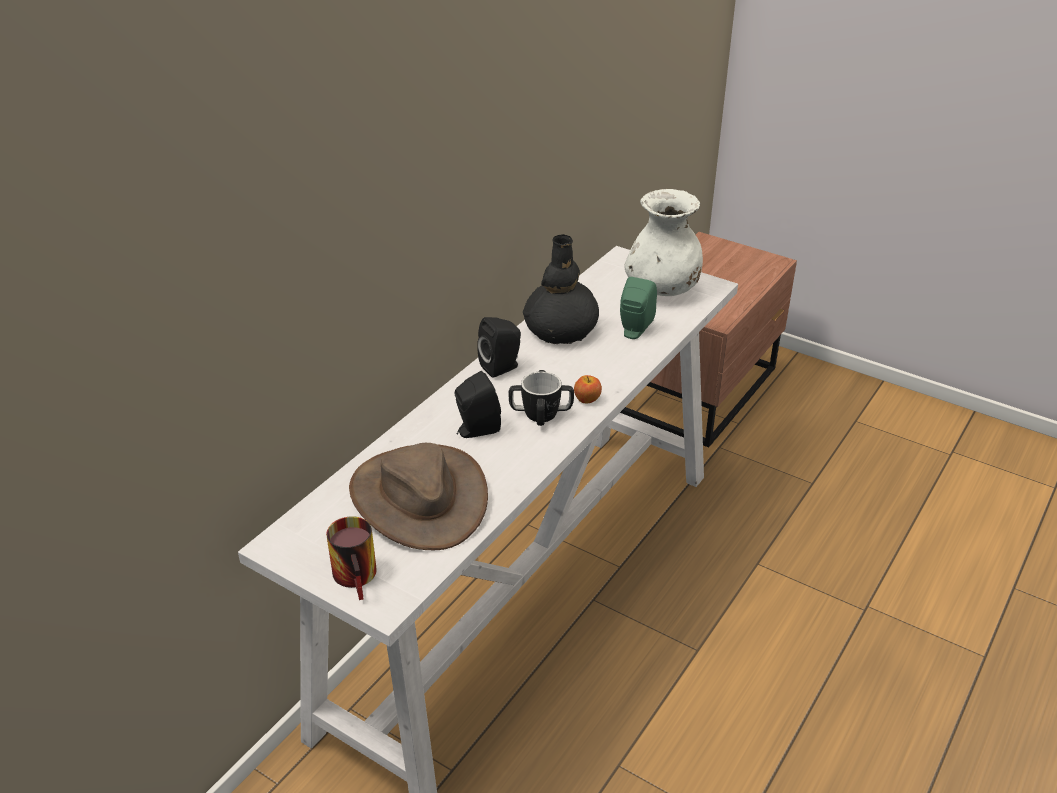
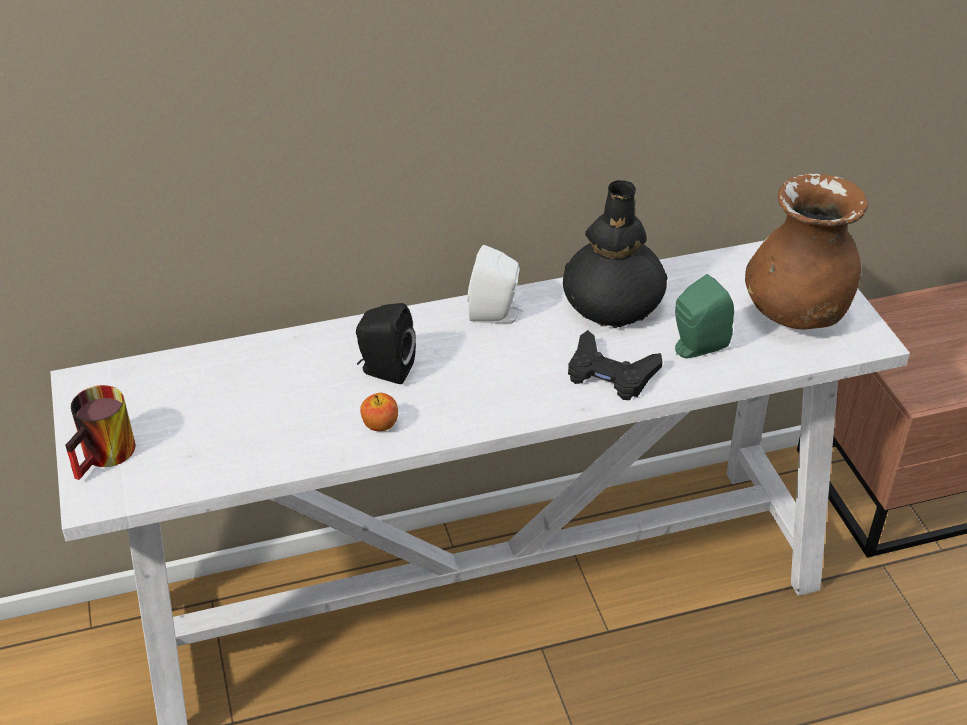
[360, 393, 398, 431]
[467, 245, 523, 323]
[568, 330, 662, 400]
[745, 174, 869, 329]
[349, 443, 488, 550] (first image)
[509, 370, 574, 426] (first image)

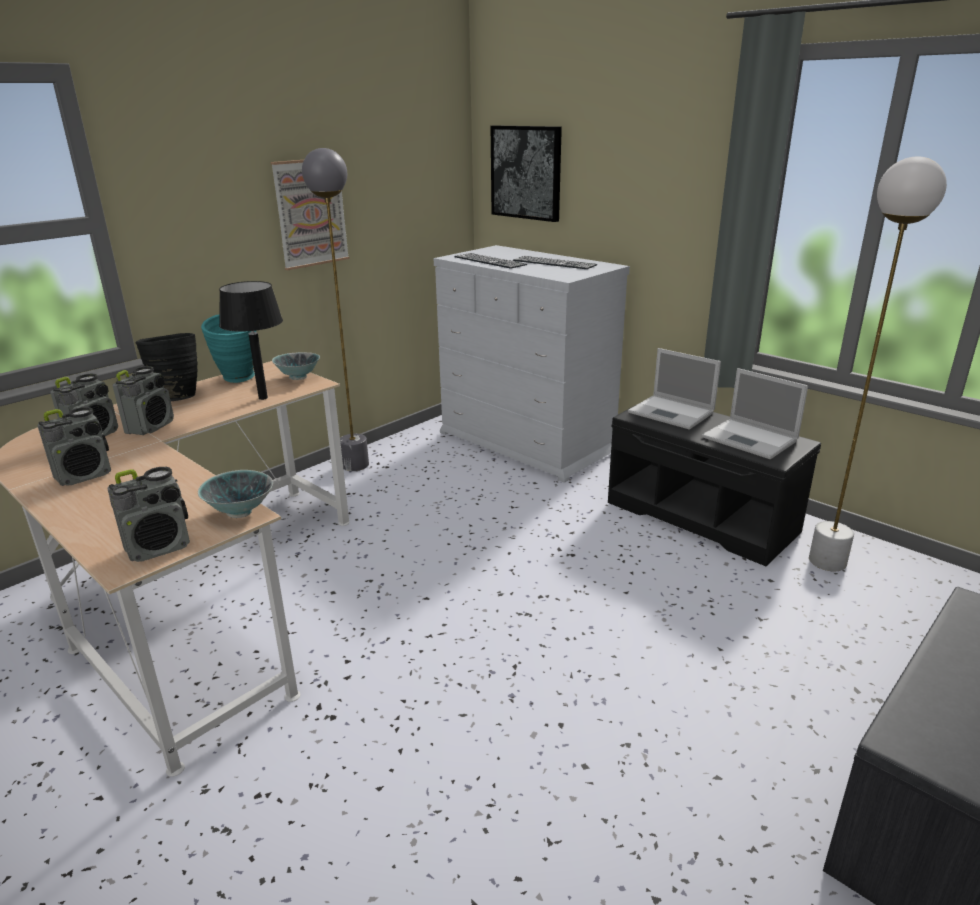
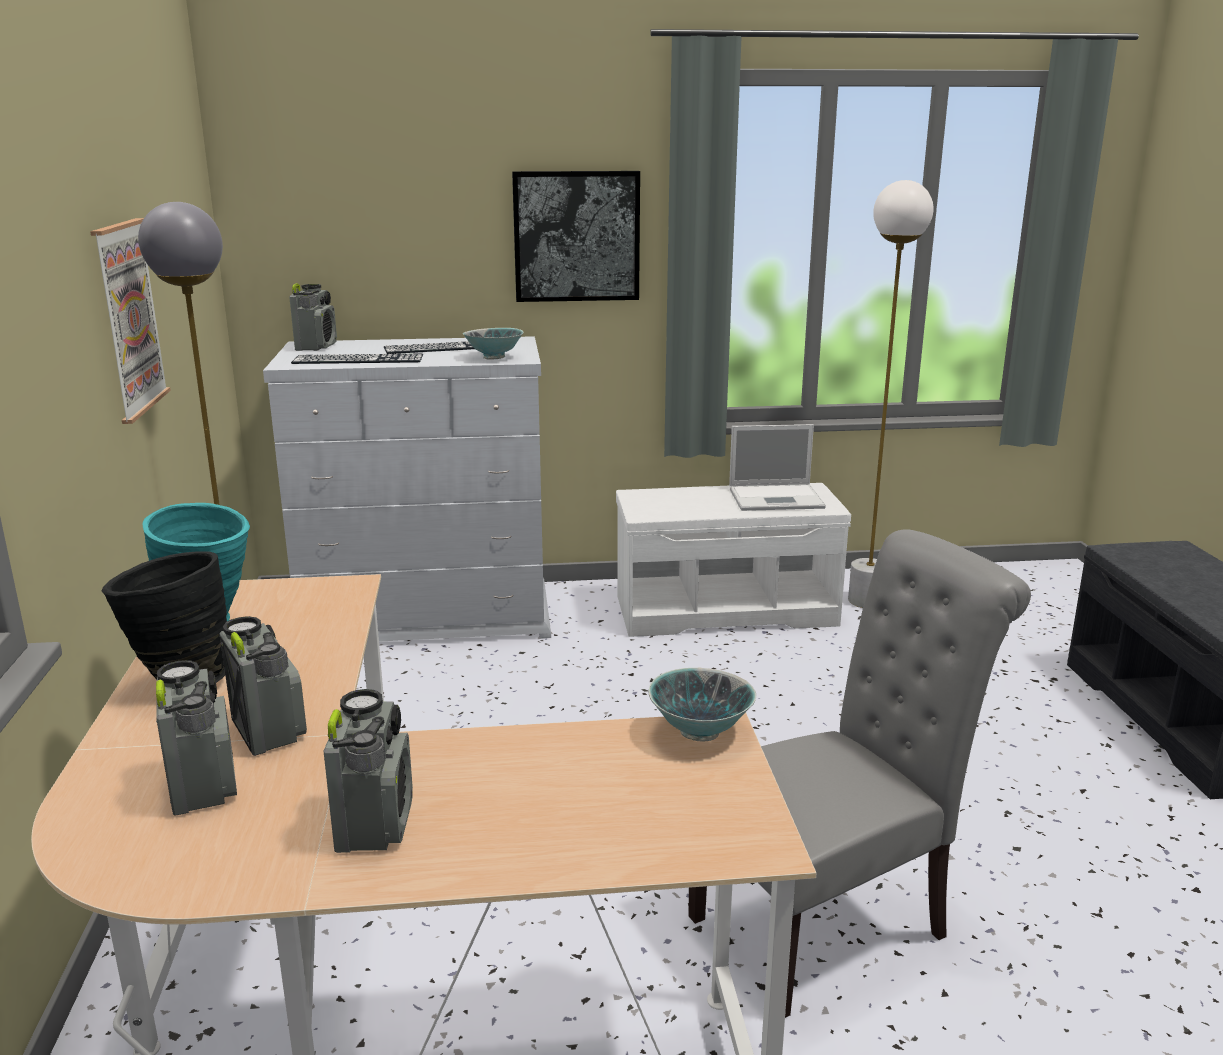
[289, 283, 337, 351]
[463, 328, 524, 360]
[512, 171, 640, 302]
[616, 483, 851, 637]
[689, 529, 1031, 1018]
[219, 281, 283, 400] (first image)
[628, 348, 721, 430] (first image)

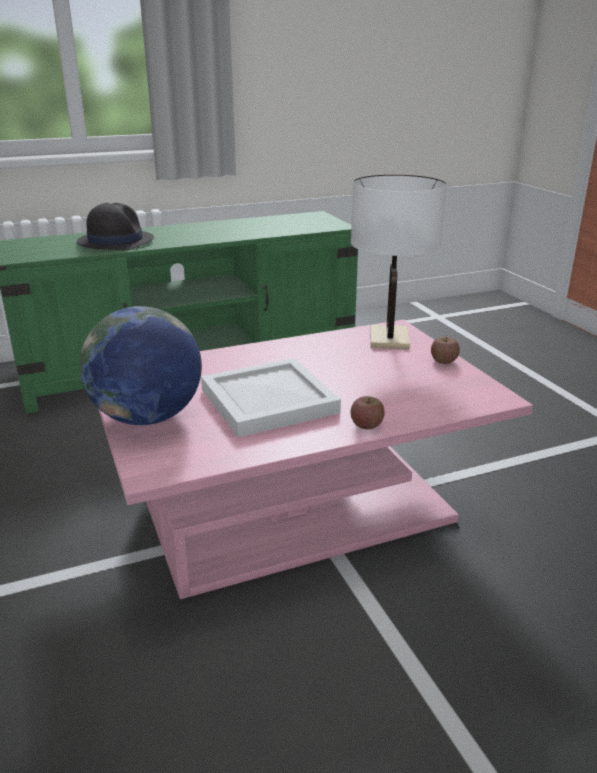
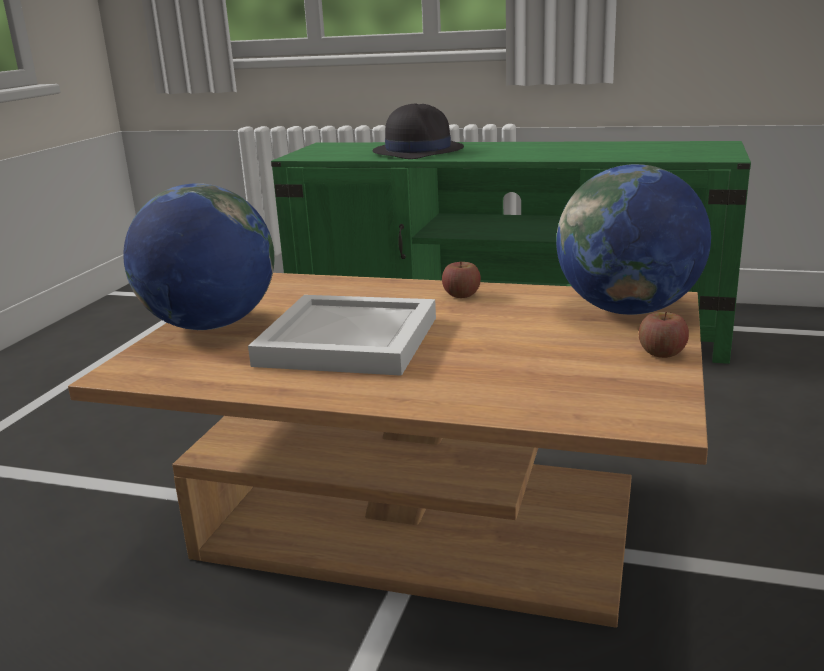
[68, 273, 708, 628]
[442, 261, 481, 298]
[556, 164, 711, 315]

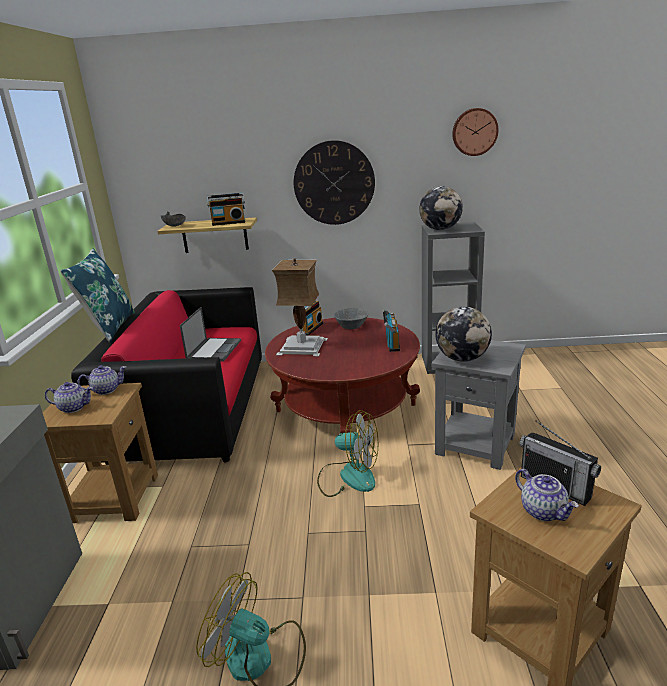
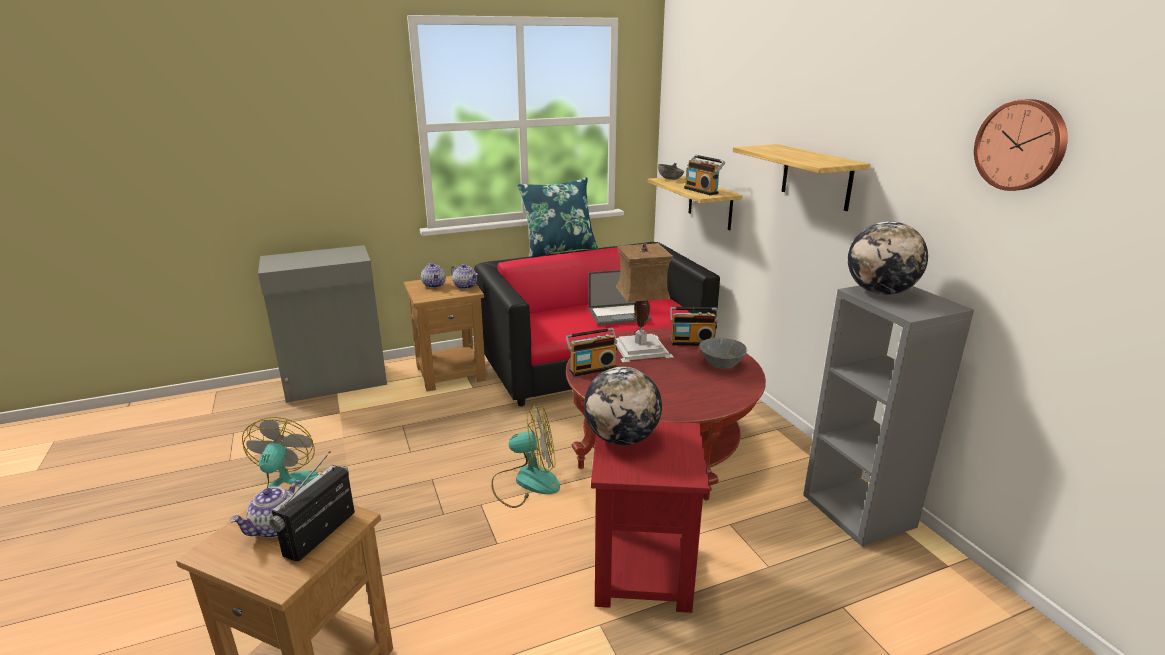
[491, 405, 560, 508]
[566, 328, 617, 376]
[591, 422, 710, 613]
[733, 144, 870, 211]

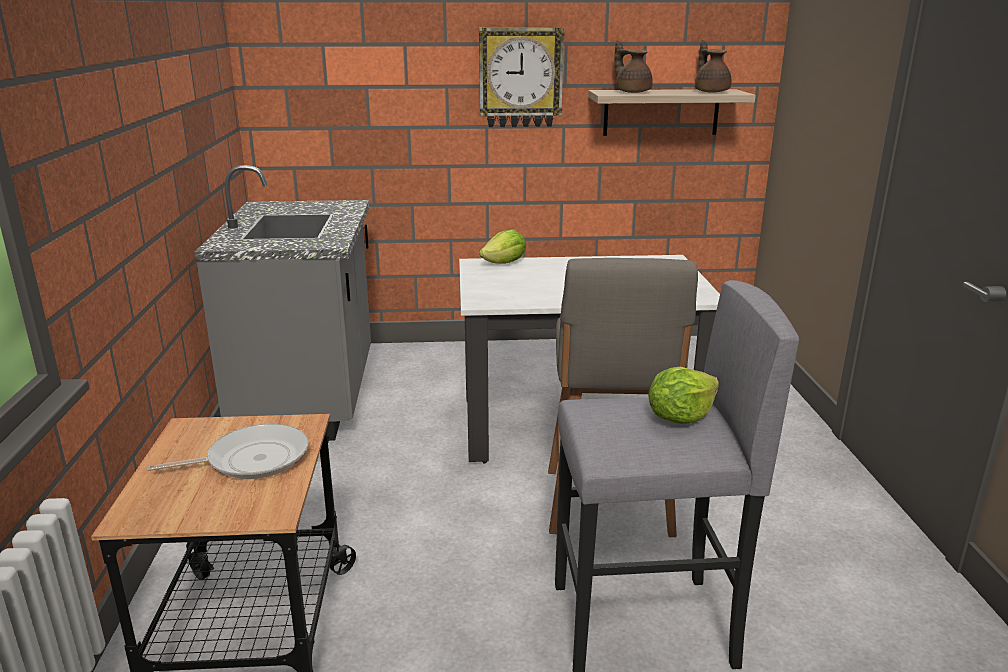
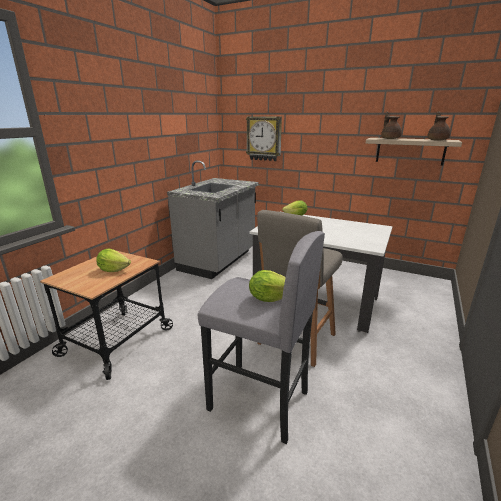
[96, 248, 131, 272]
[246, 116, 282, 161]

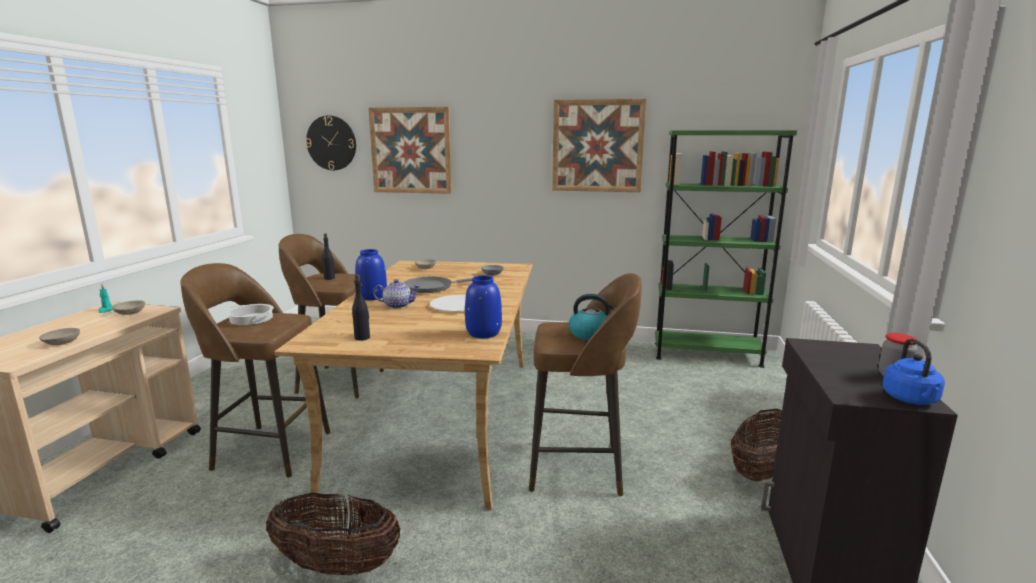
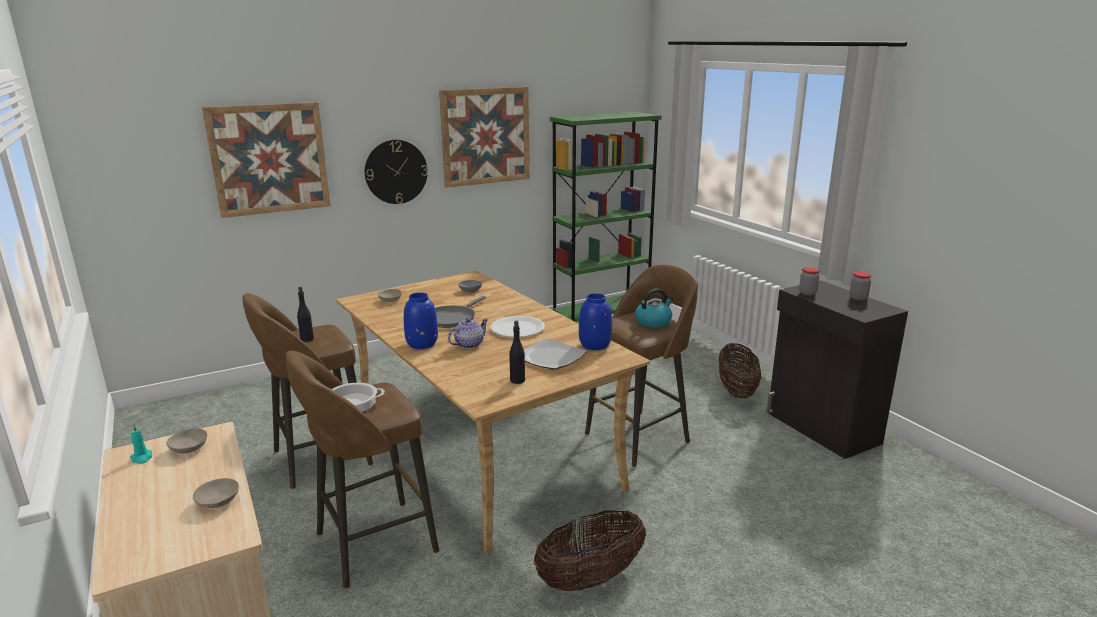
[365, 140, 428, 204]
[524, 338, 587, 370]
[799, 267, 819, 295]
[882, 338, 945, 405] (first image)

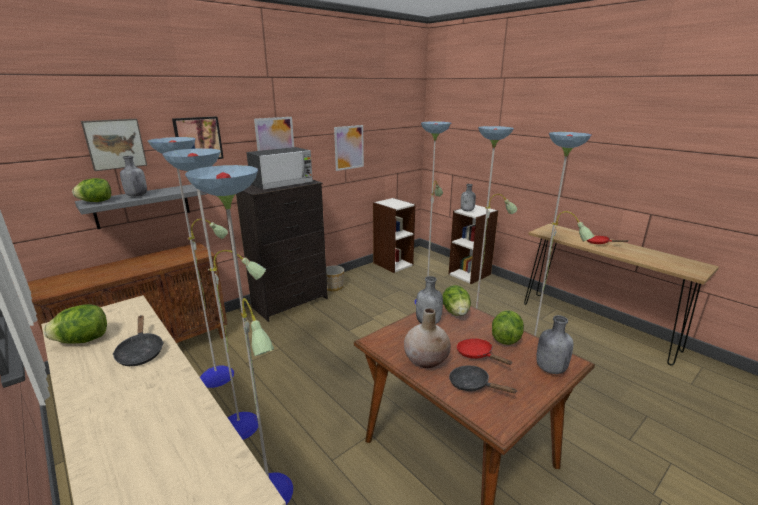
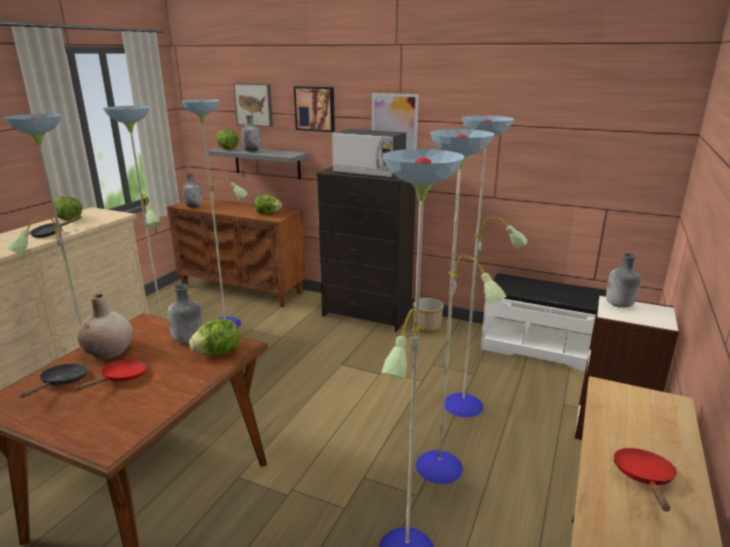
[183, 174, 202, 207]
[255, 195, 282, 214]
[481, 273, 607, 371]
[334, 125, 364, 171] (first image)

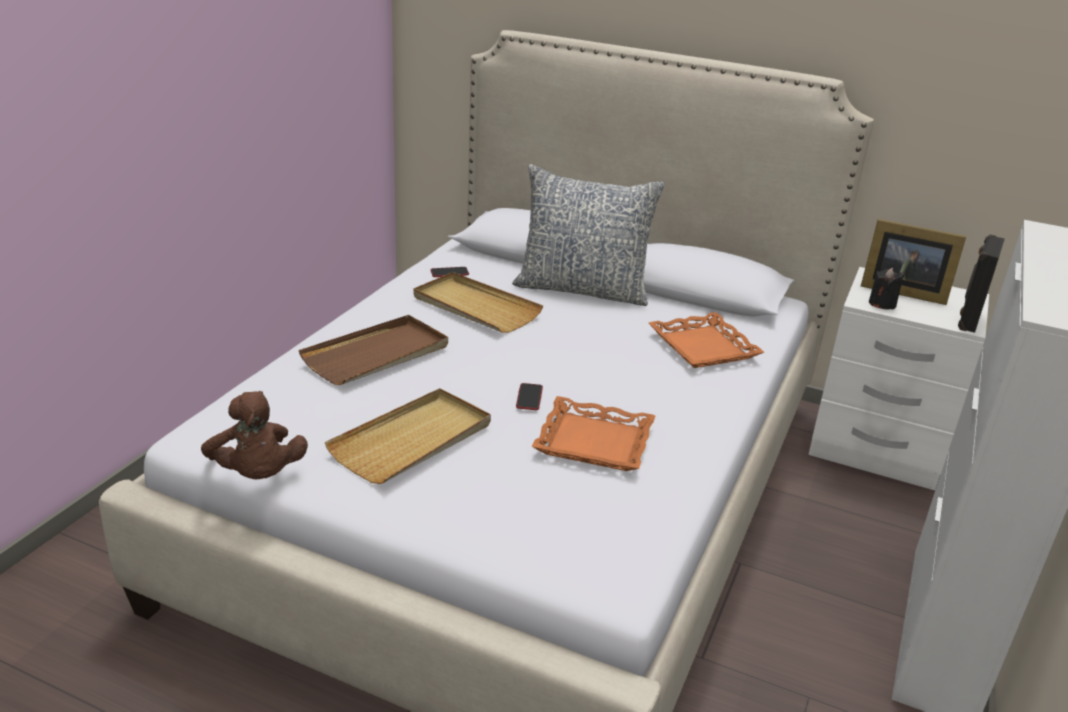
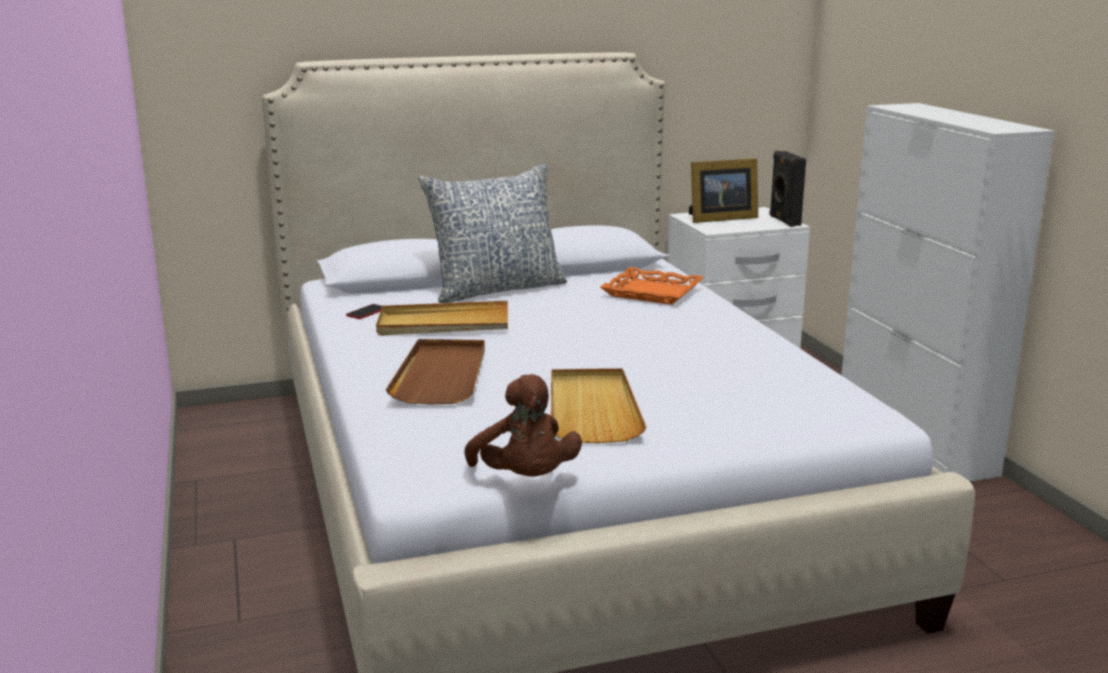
[465, 374, 582, 477]
[516, 383, 543, 410] (first image)
[531, 396, 655, 471] (first image)
[869, 268, 904, 310] (first image)

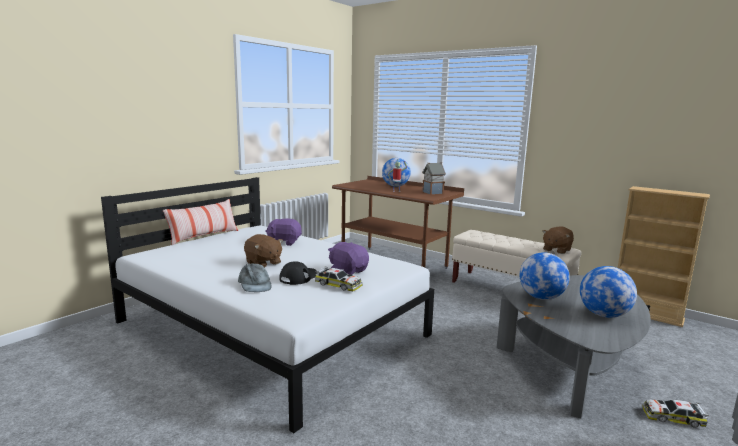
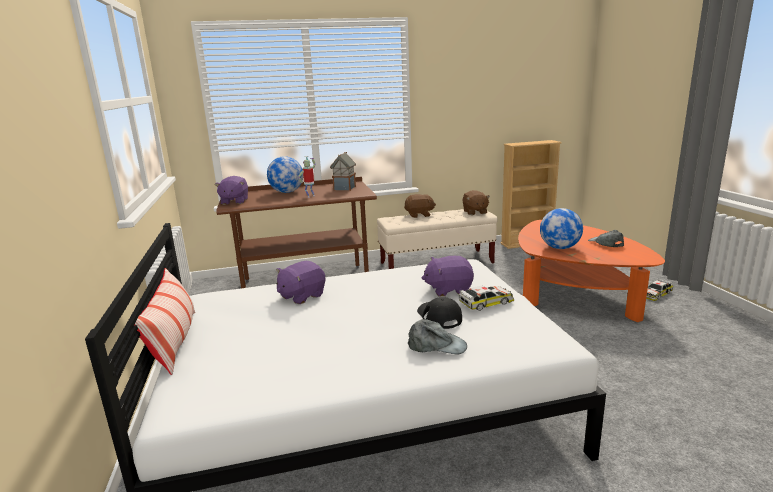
[214, 176, 248, 205]
[404, 194, 436, 218]
[518, 220, 665, 322]
[588, 230, 624, 247]

